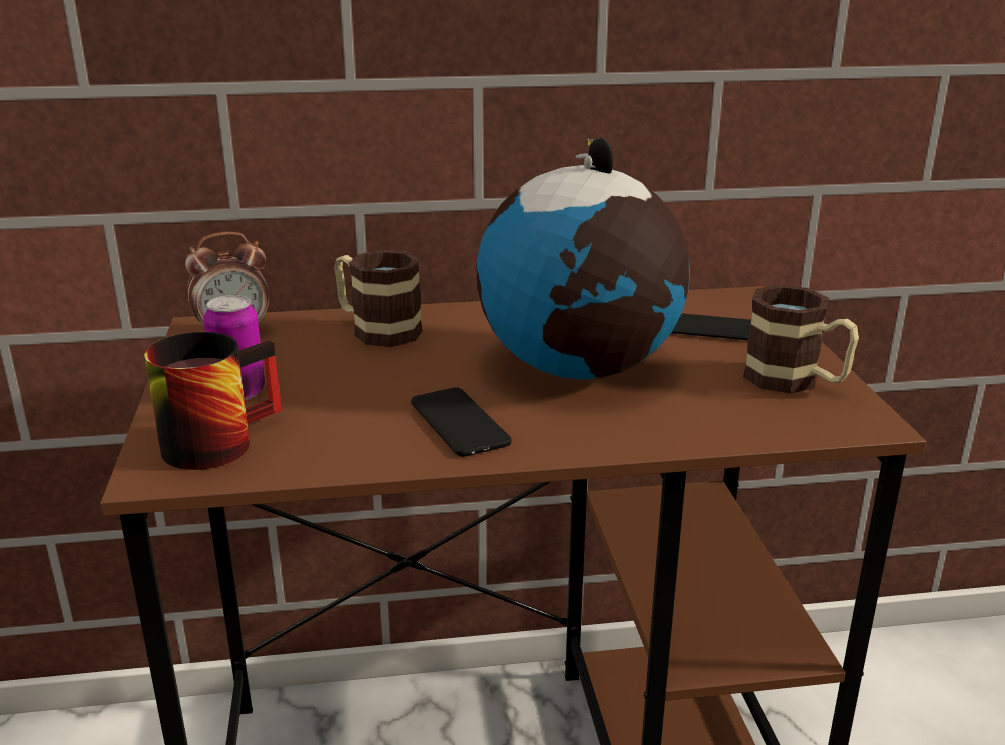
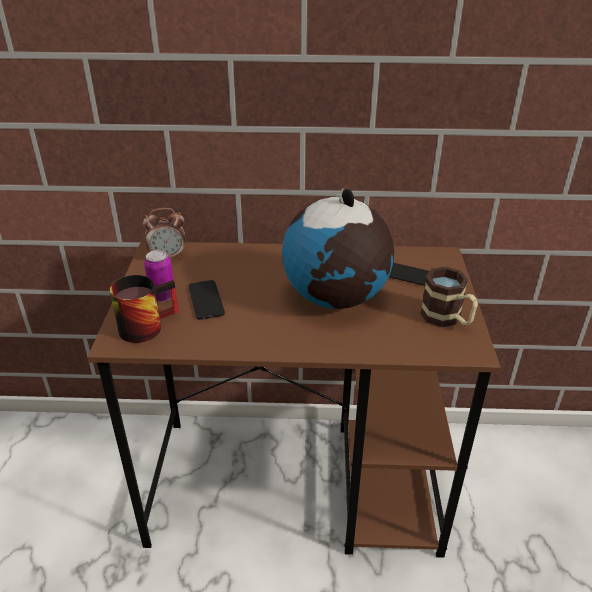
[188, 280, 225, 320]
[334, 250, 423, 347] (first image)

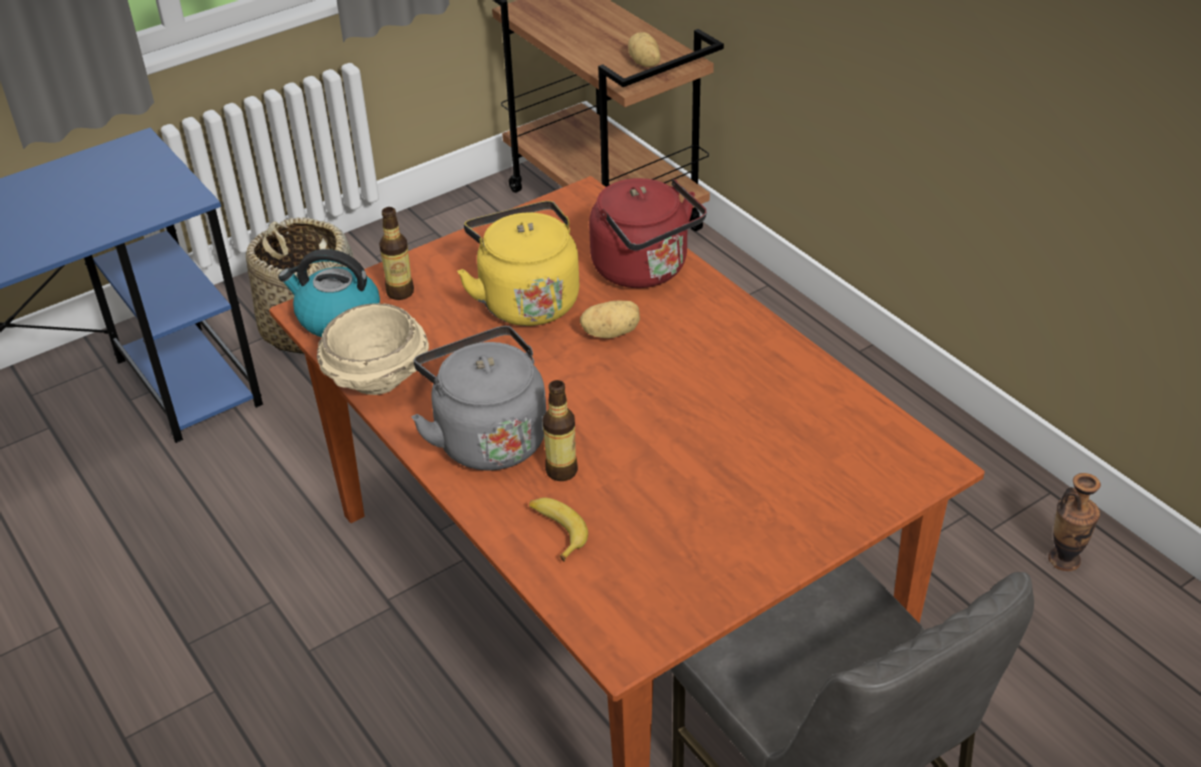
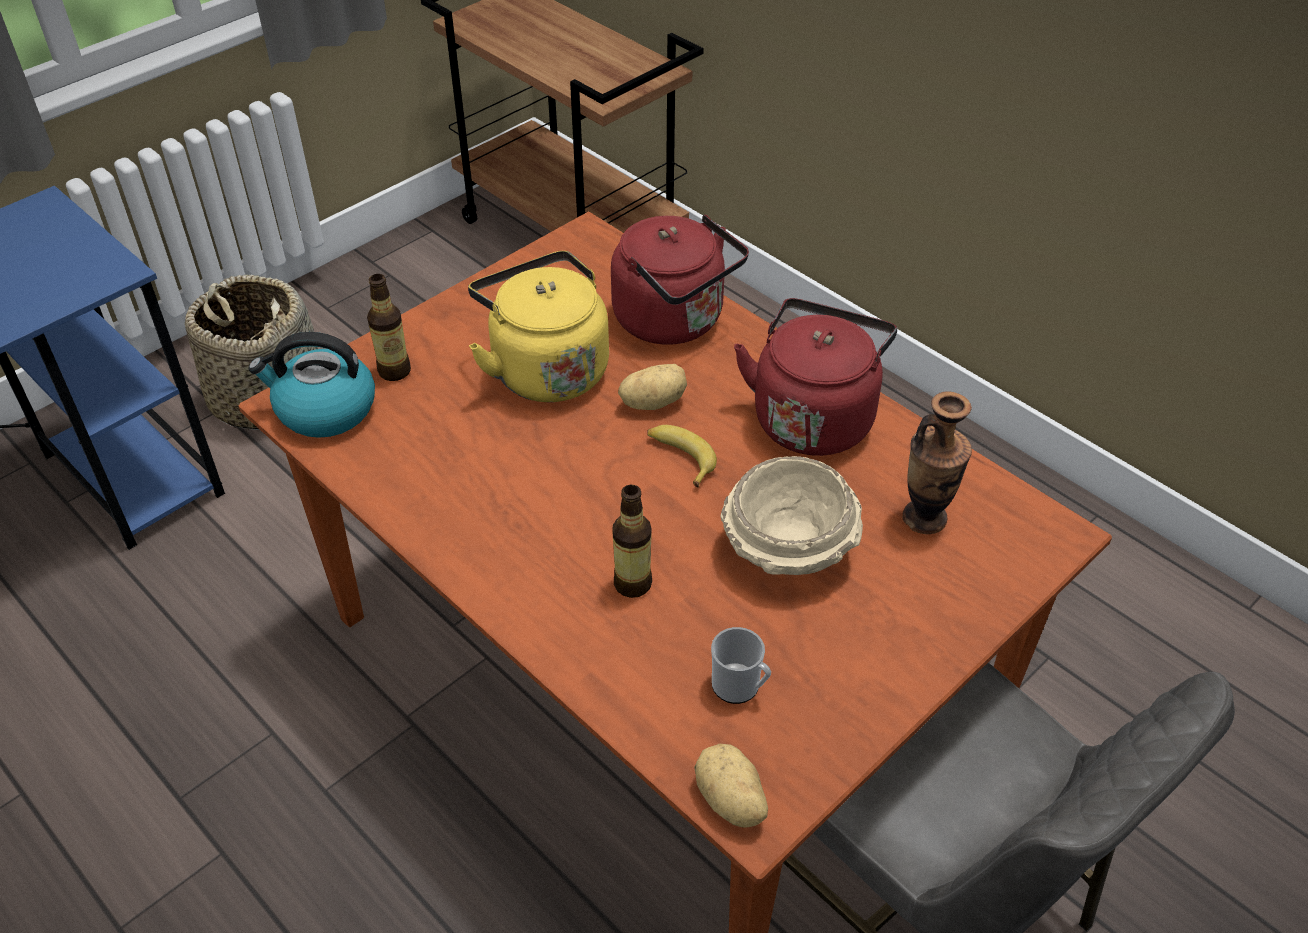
[647, 425, 717, 487]
[694, 744, 768, 828]
[711, 627, 771, 704]
[721, 456, 863, 575]
[734, 298, 897, 456]
[902, 392, 972, 534]
[411, 326, 546, 470] (first image)

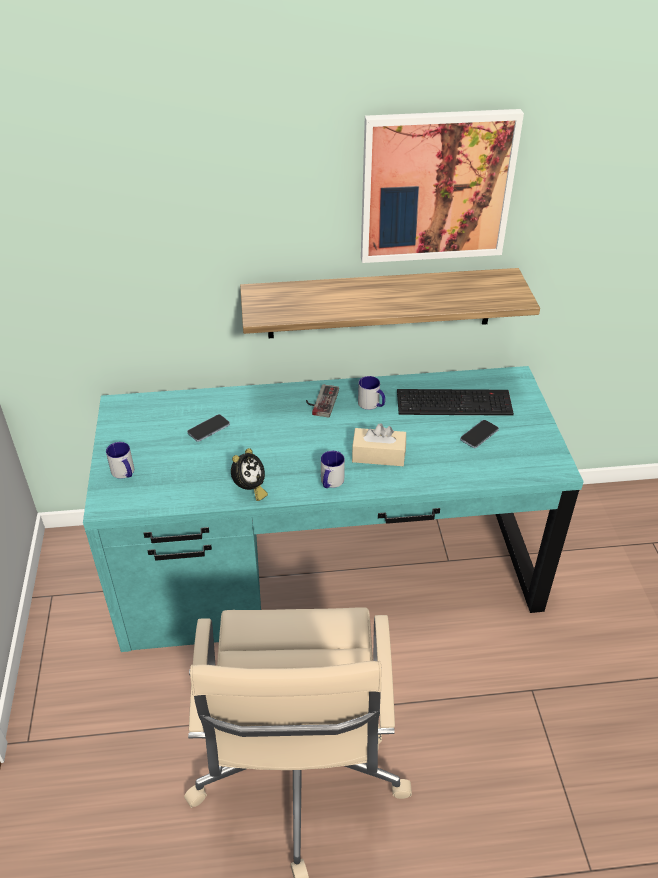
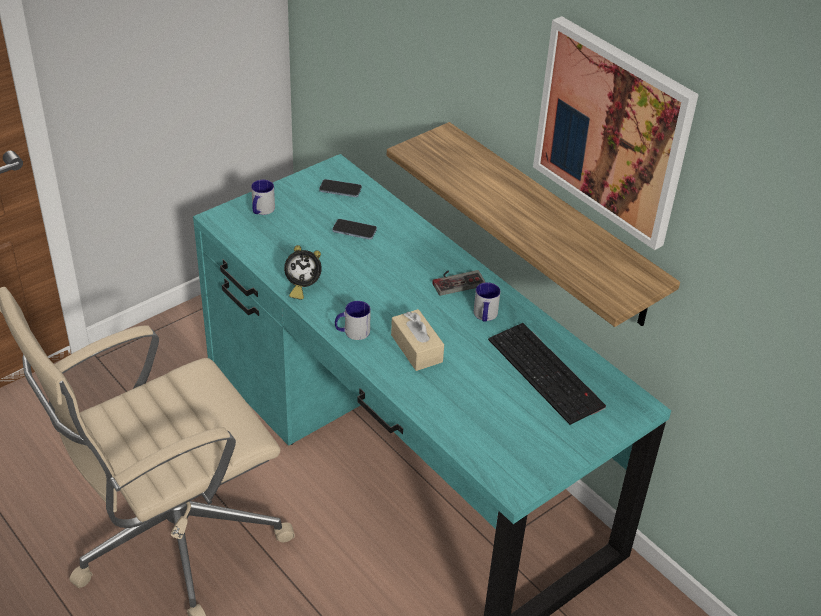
[319, 179, 362, 197]

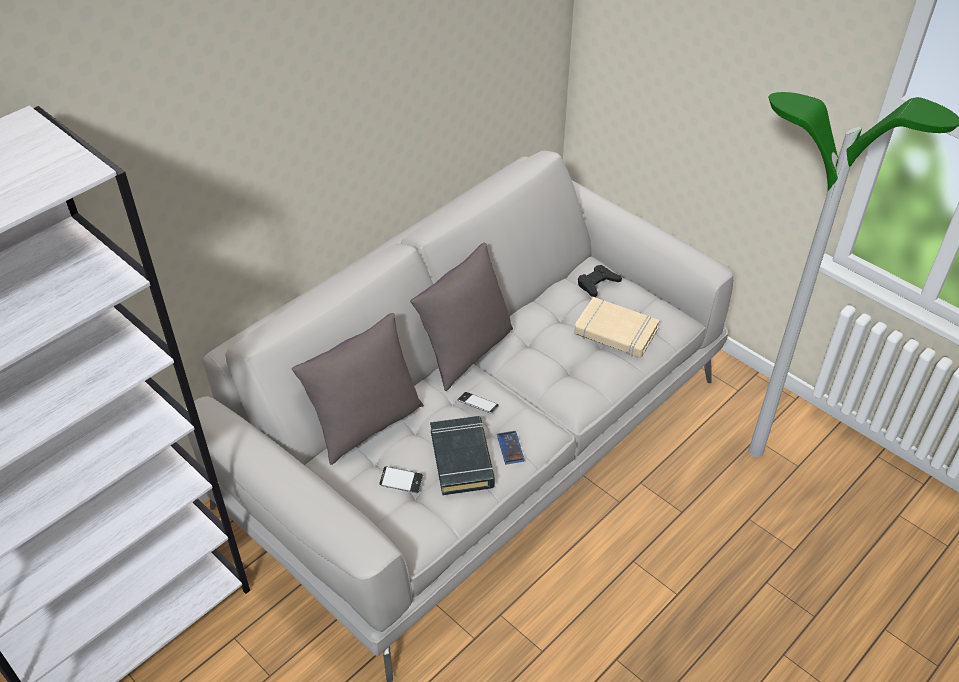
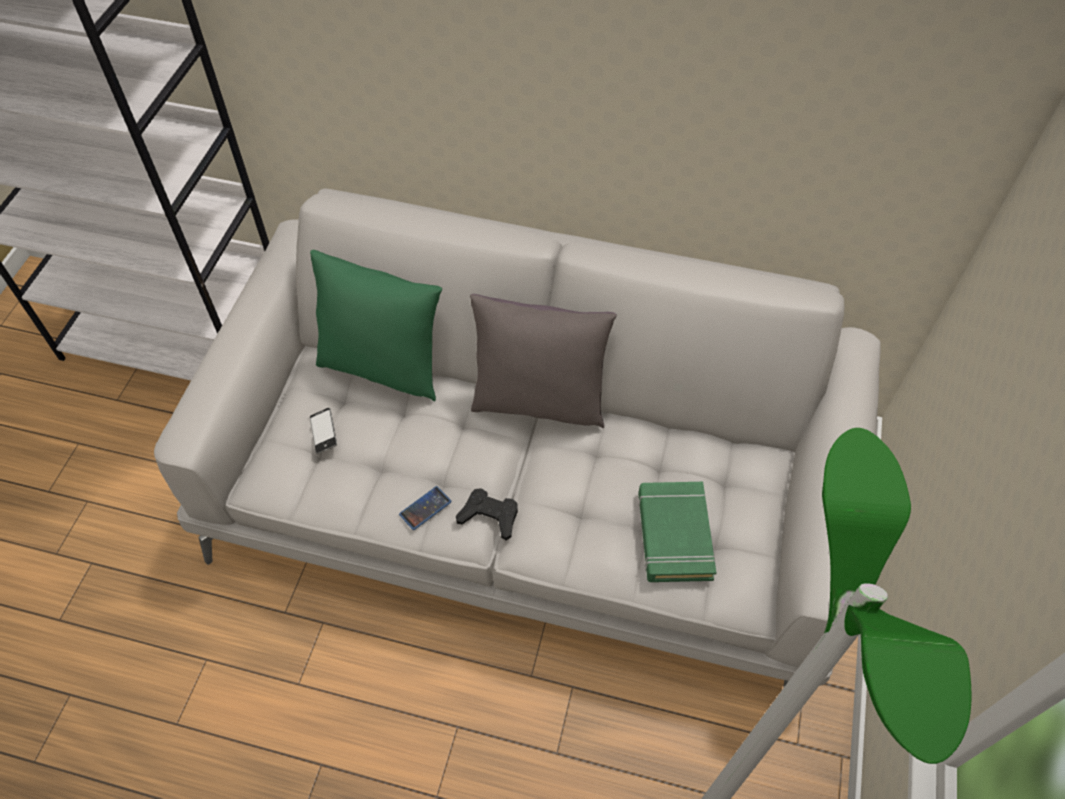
[310, 250, 442, 402]
[456, 488, 518, 541]
[638, 482, 716, 582]
[430, 416, 495, 495] (first image)
[458, 392, 499, 413] (first image)

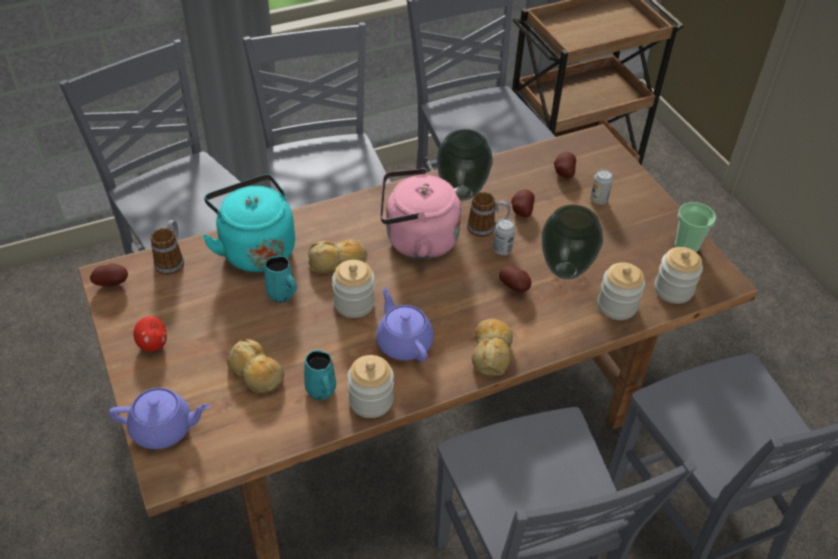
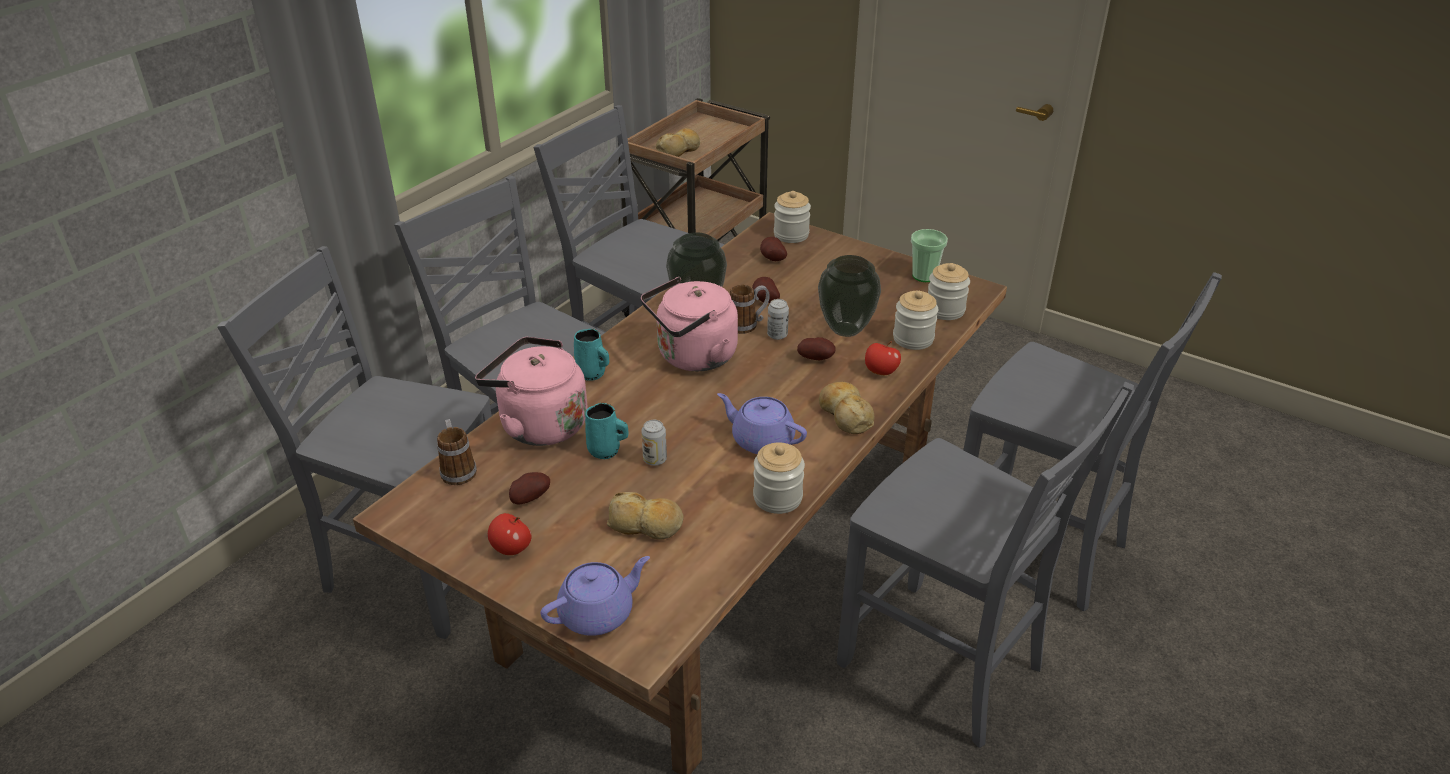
[475, 337, 588, 446]
[509, 472, 550, 504]
[574, 329, 609, 381]
[641, 420, 667, 466]
[656, 128, 700, 157]
[774, 191, 811, 243]
[865, 341, 901, 375]

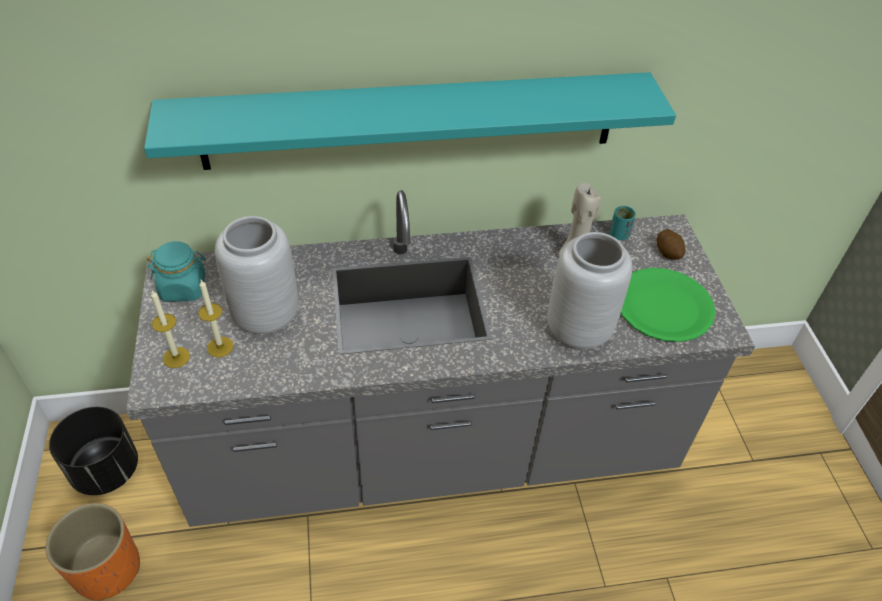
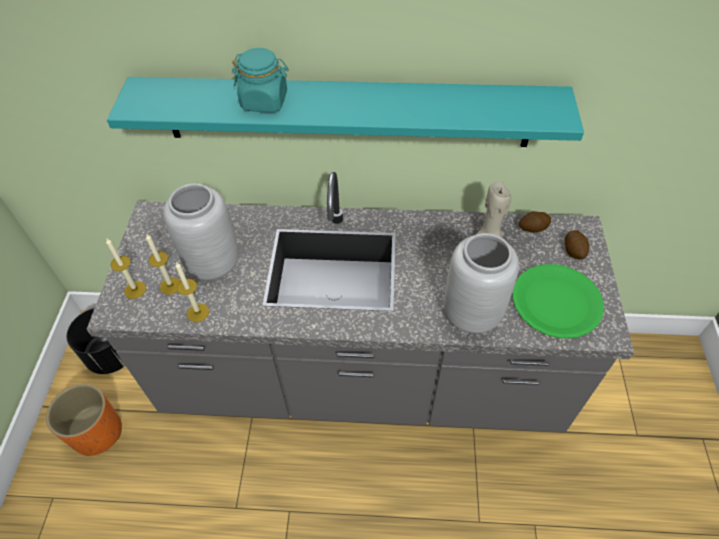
[175, 262, 209, 322]
[232, 48, 289, 112]
[519, 211, 551, 233]

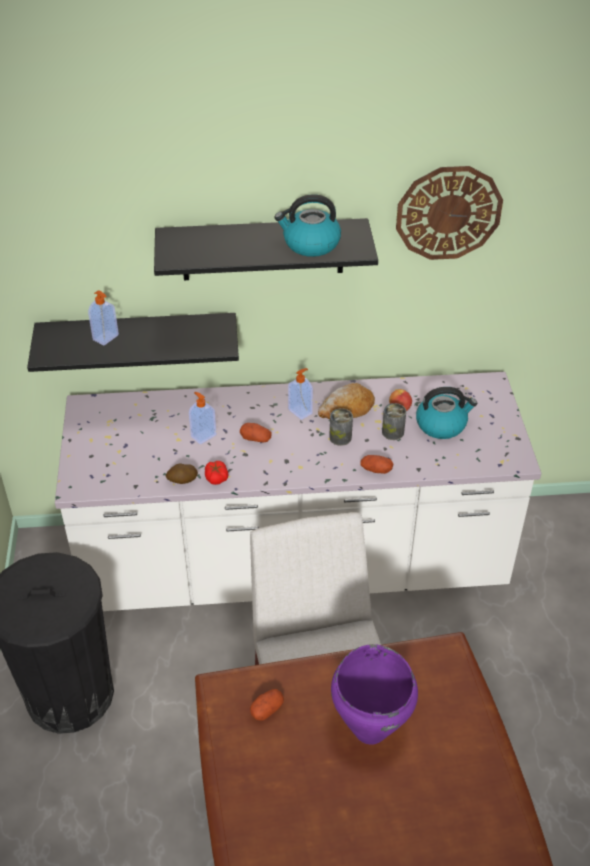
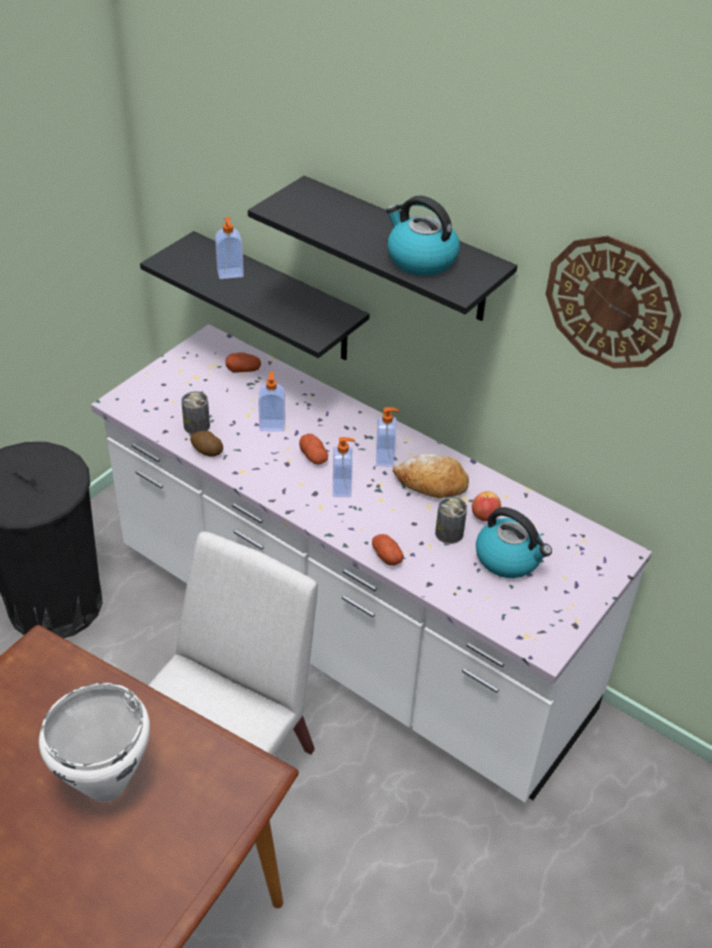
[39, 683, 150, 802]
[181, 391, 210, 434]
[226, 352, 261, 373]
[333, 437, 355, 497]
[205, 461, 228, 485] (first image)

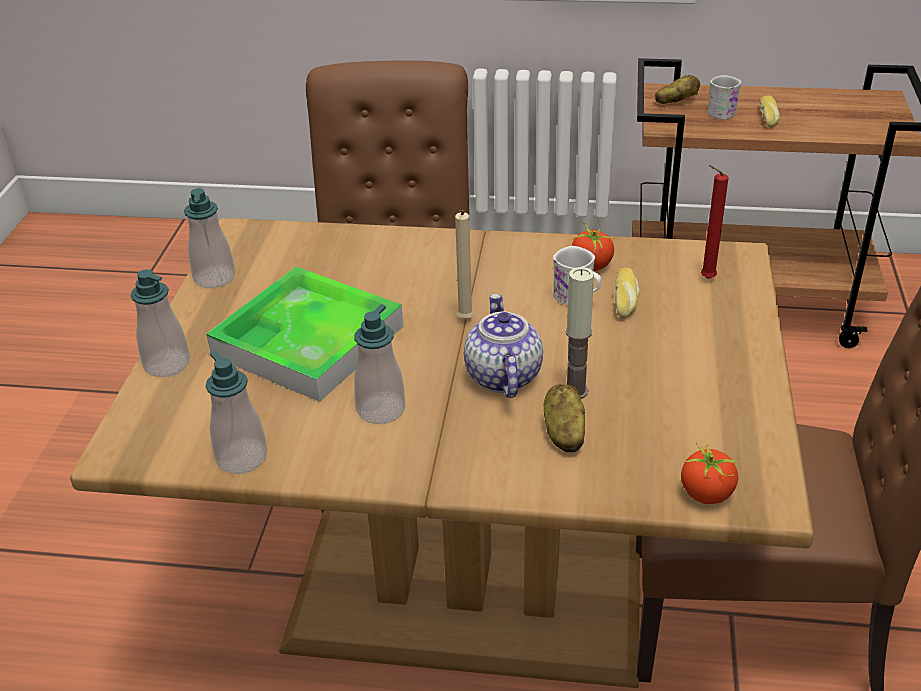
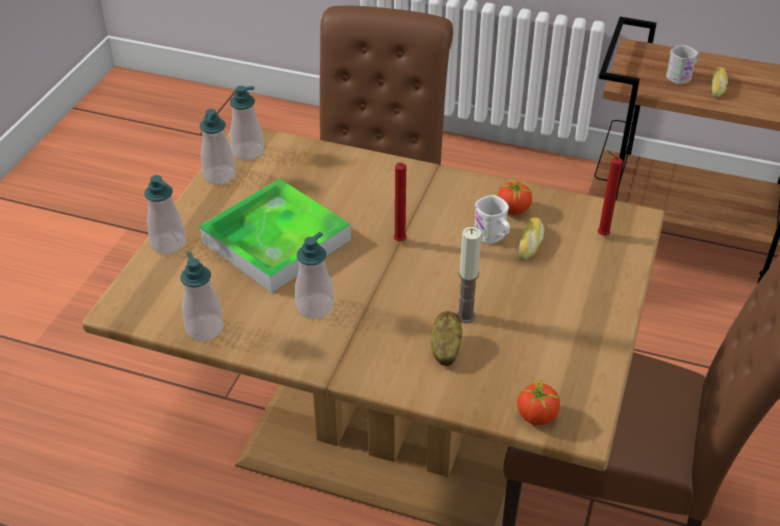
[230, 86, 264, 160]
[393, 162, 407, 242]
[464, 294, 543, 398] (first image)
[655, 75, 700, 104] (first image)

